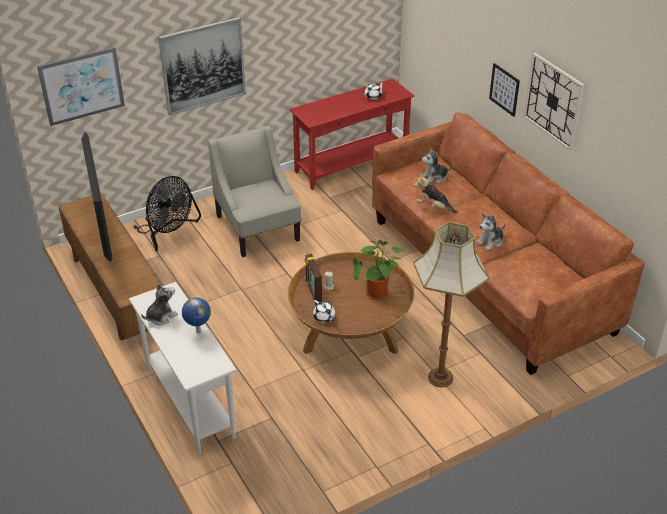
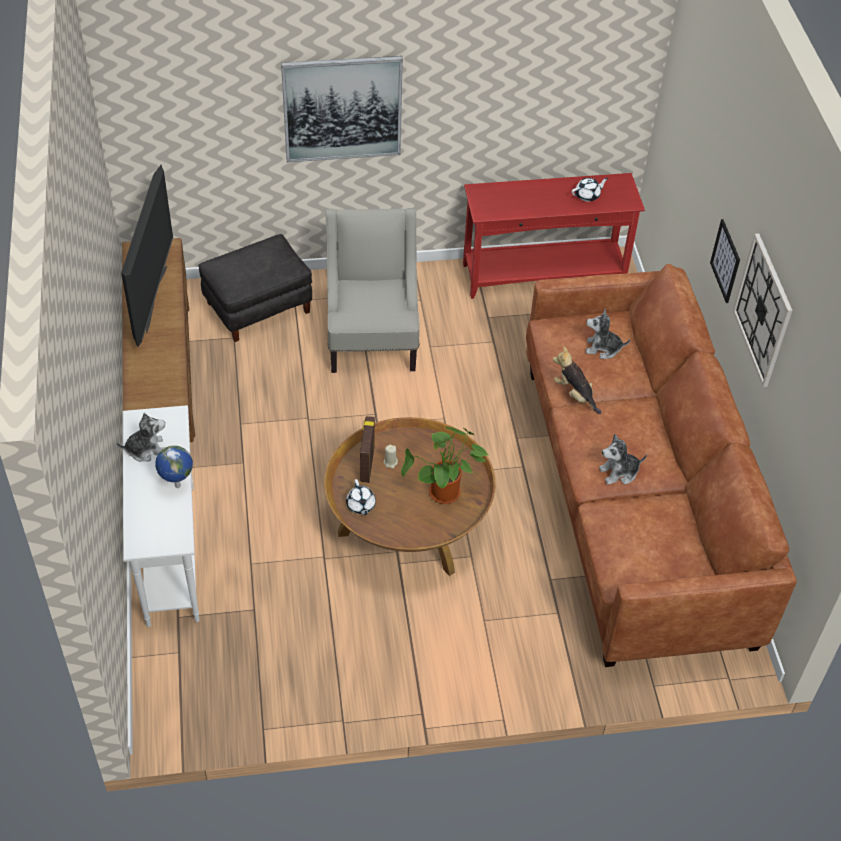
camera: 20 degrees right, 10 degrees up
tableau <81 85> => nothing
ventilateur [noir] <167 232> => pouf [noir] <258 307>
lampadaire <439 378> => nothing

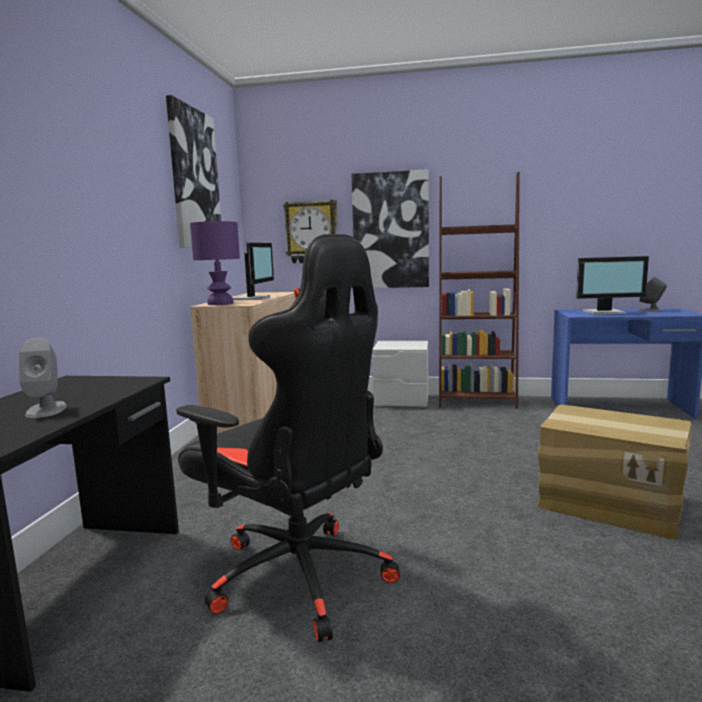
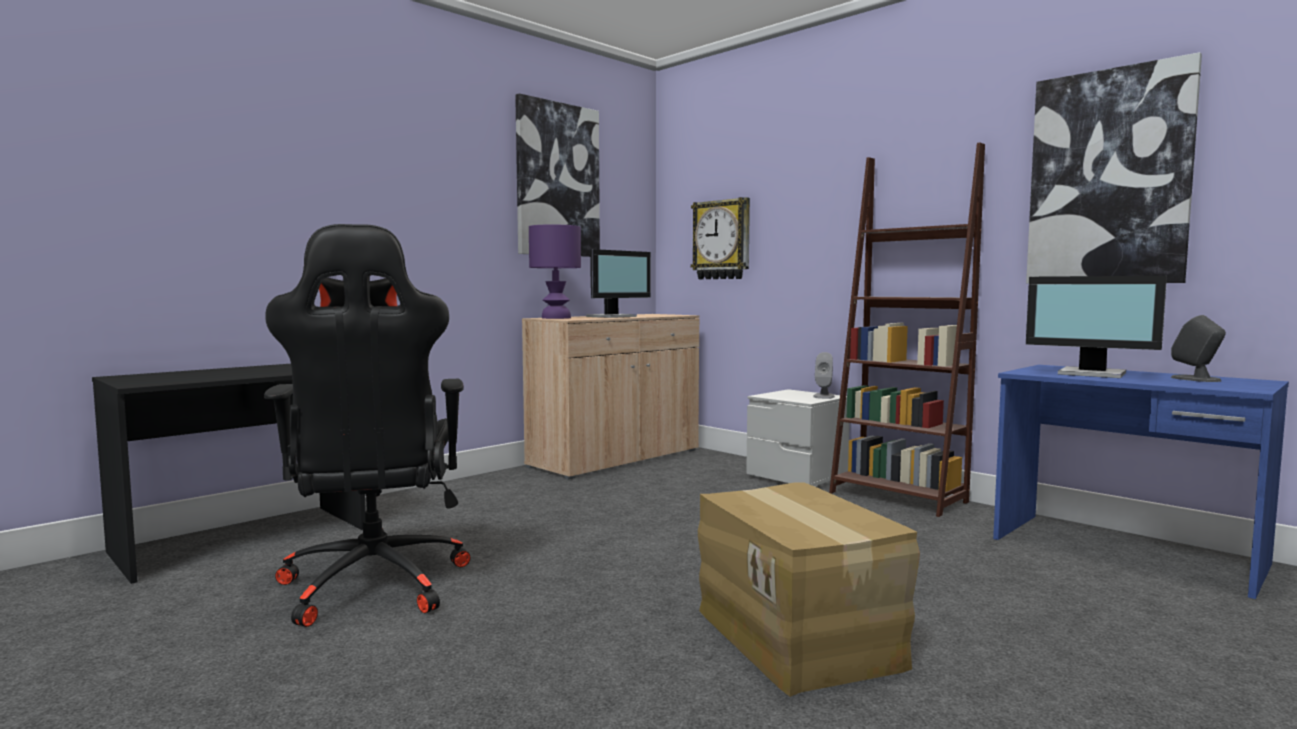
camera: 35 degrees right, 5 degrees down
tableau <390 230> => tableau <1108 178>, shifted
enceinte [gris] <46 410> => enceinte [gris] <824 396>, shifted

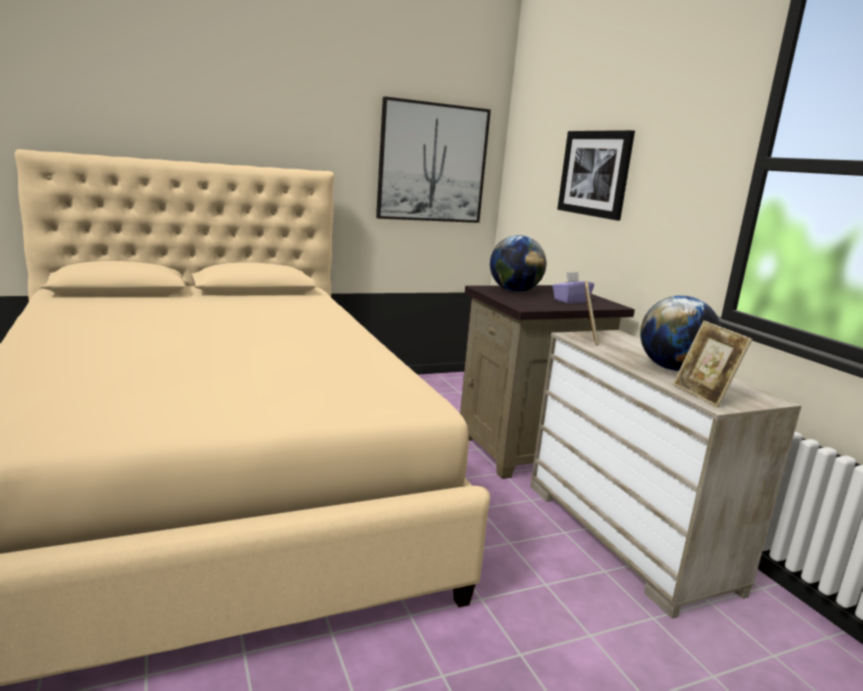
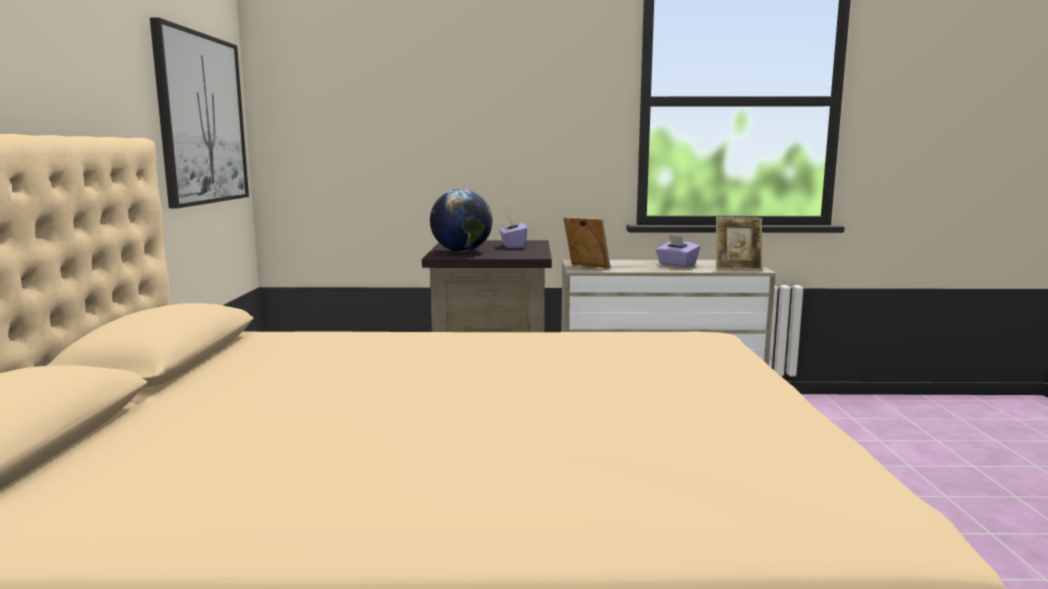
camera: 65 degrees left, 5 degrees down
tableau <595 173> => nothing
globe <673 369> => boîte à mouchoirs [violet] <676 265>

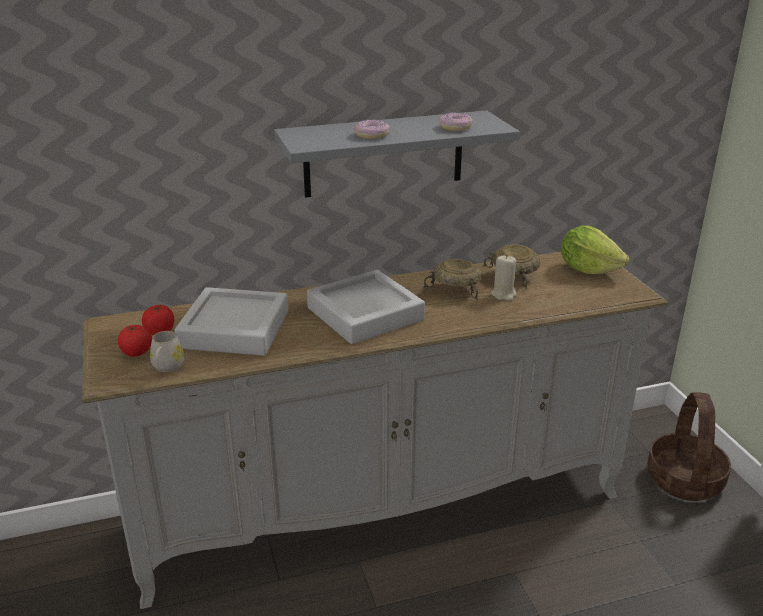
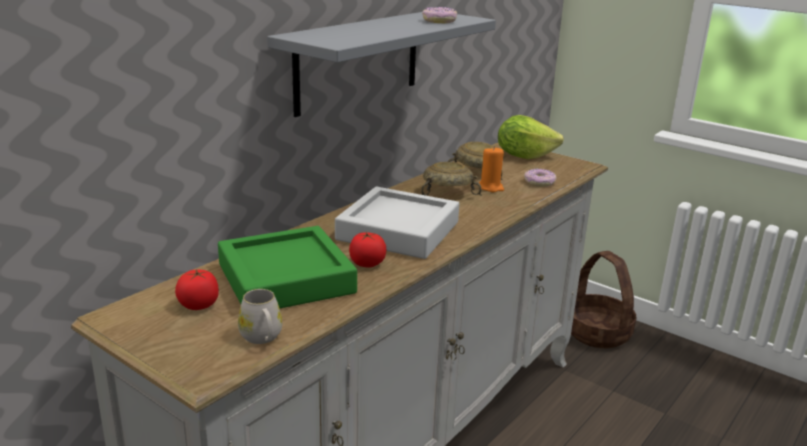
camera: 35 degrees left, 5 degrees down
beignet <371 135> => beignet <539 182>, shifted
bougie [beige] <503 294> => bougie [orange] <491 187>
plateau [gris] <234 329> => plateau [vert] <286 278>
tomate <136 352> => tomate <367 263>, shifted

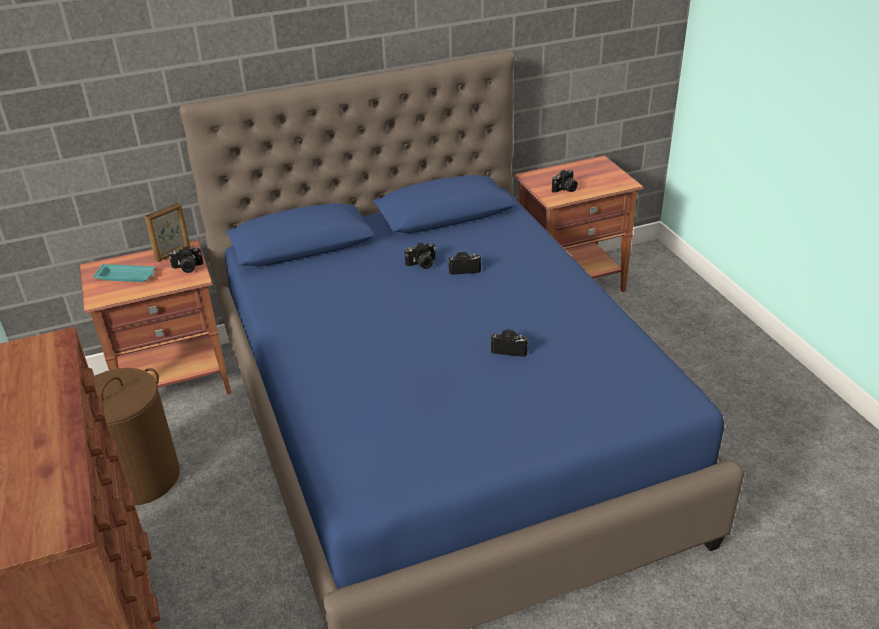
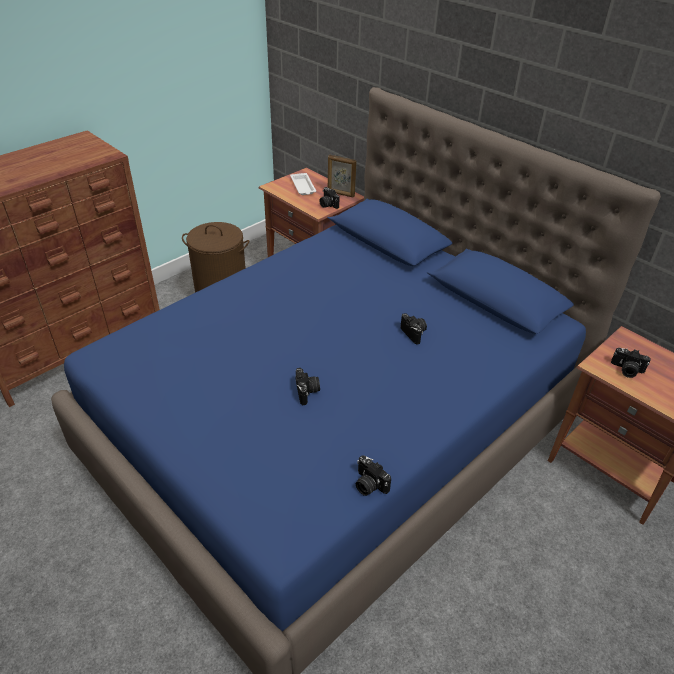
camera: 65 degrees right, 5 degrees up
appareil photo <422 264> => appareil photo <368 485>, shifted
plateau [turquoise] <127 276> => plateau [blanc] <303 187>

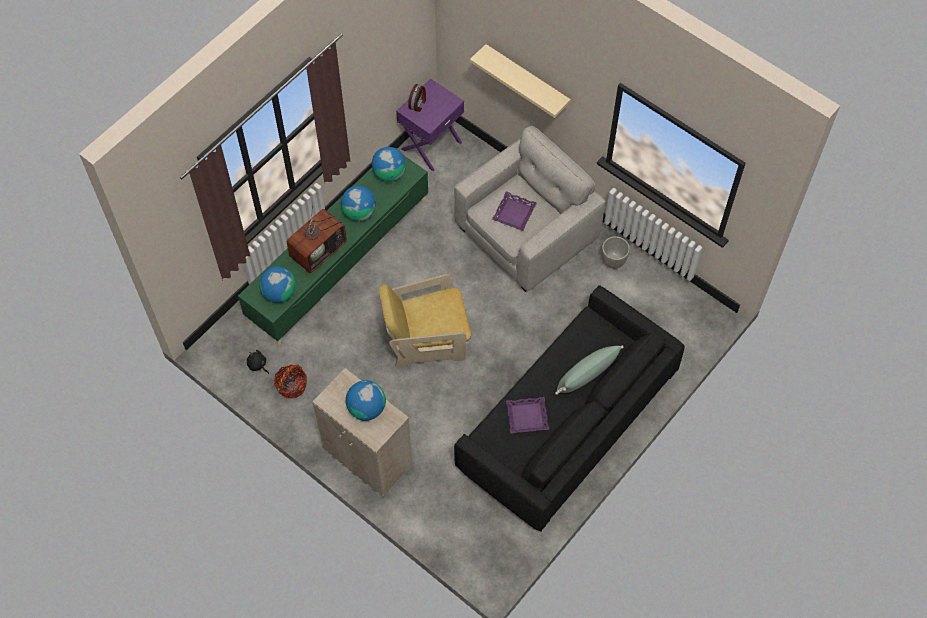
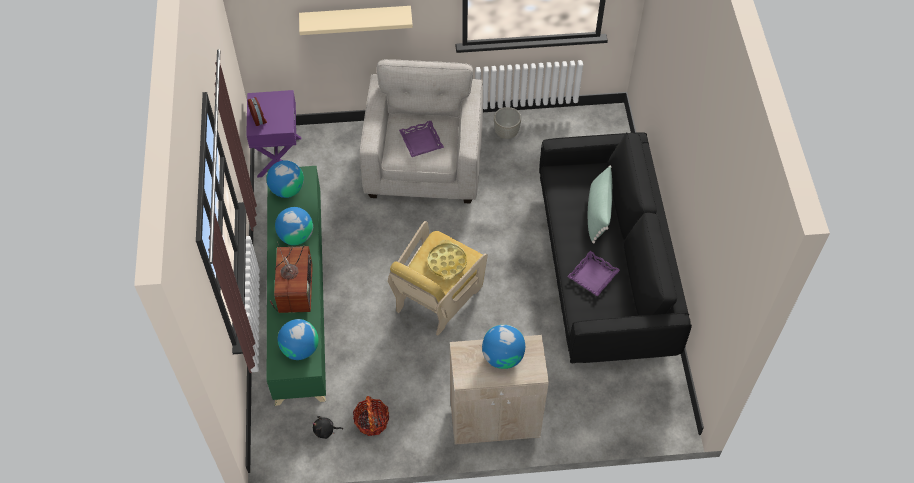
camera: 45 degrees left, 5 degrees down
nothing => plateau [jaune] <447 262>

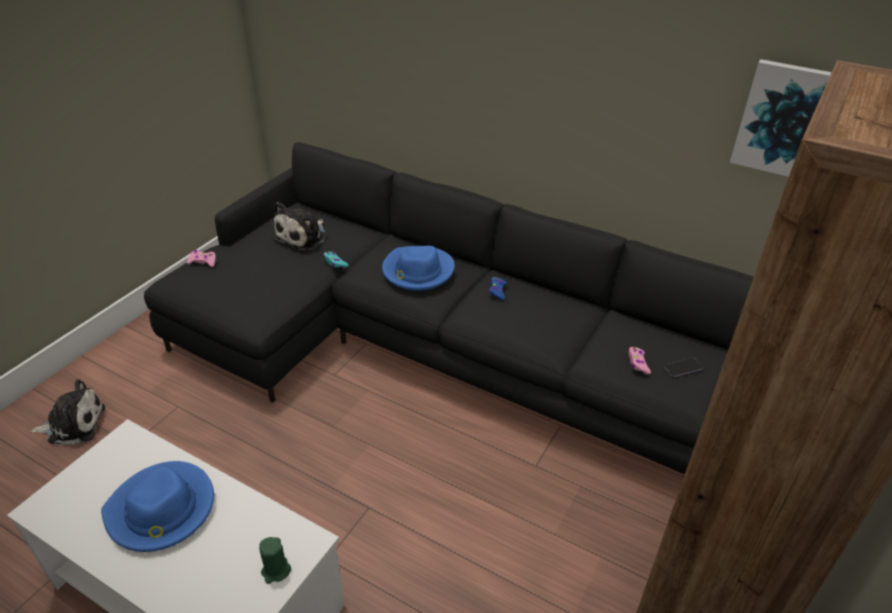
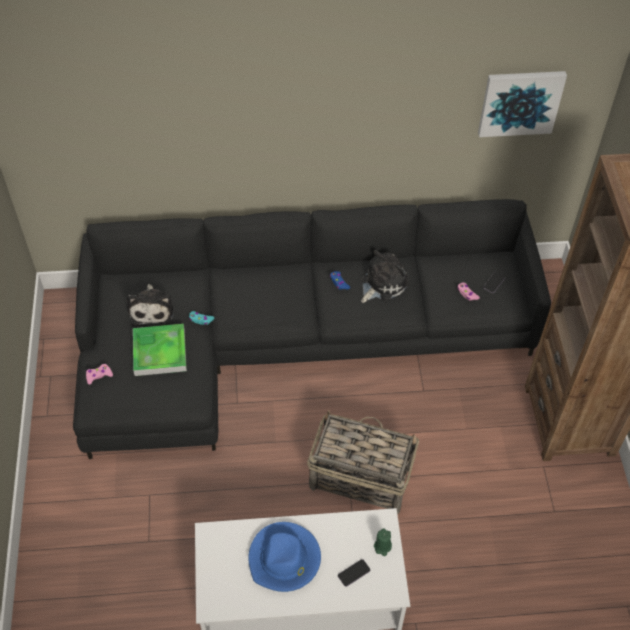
camera: 35 degrees left, 15 degrees up
chapeau [bleu] <417 271> => nothing
peluche <73 424> => peluche <382 283>, shifted
nothing => plateau <160 352>
nothing => panier <359 477>
nothing => téléphone <354 573>

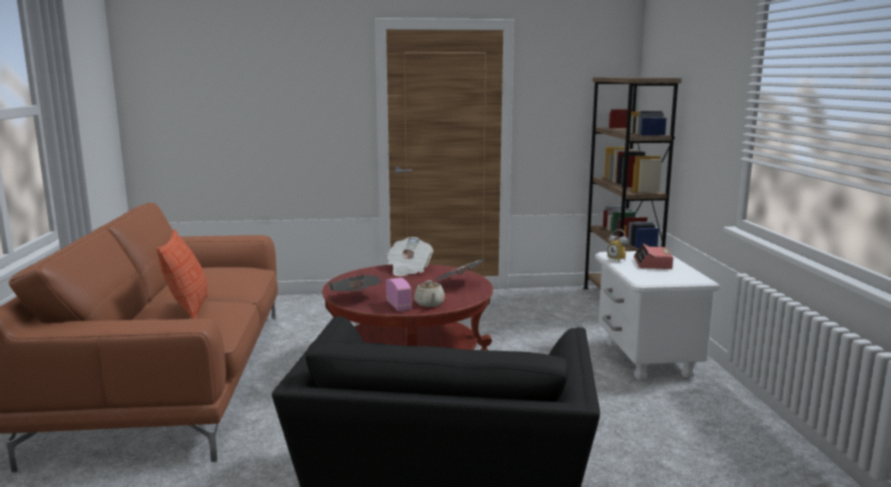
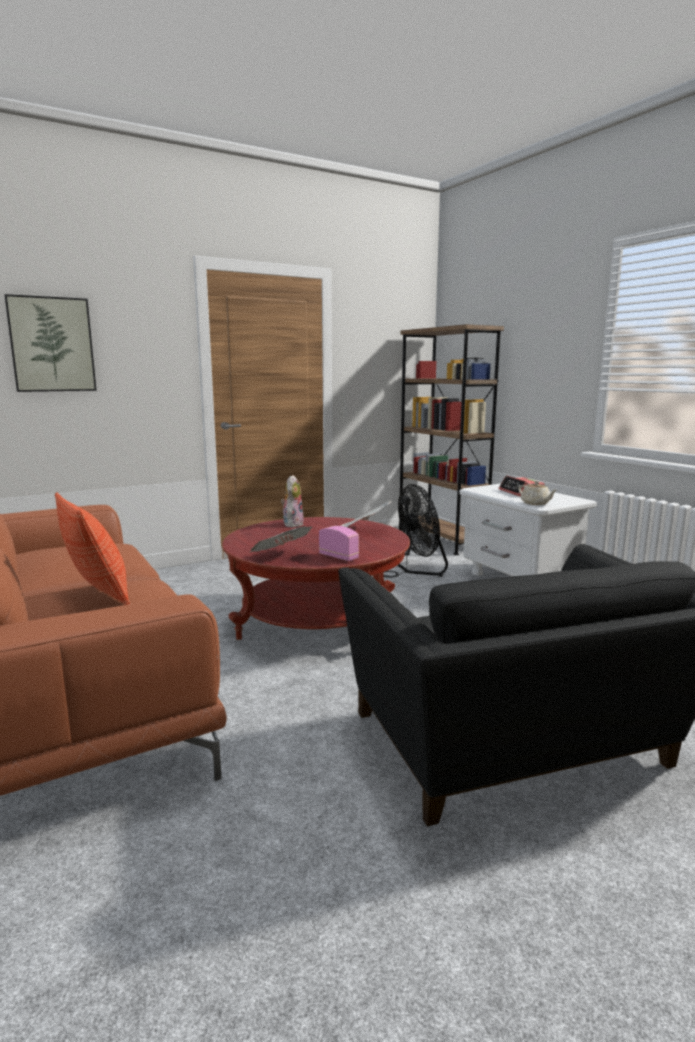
camera: 25 degrees left, 0 degrees up
réveil <618 259> => nothing
journal <408 269> => peluche <292 524>
théière [beige] <429 304> => théière [beige] <535 503>, shifted
nothing => tableau <52 344>
nothing => ventilateur [noir] <410 567>

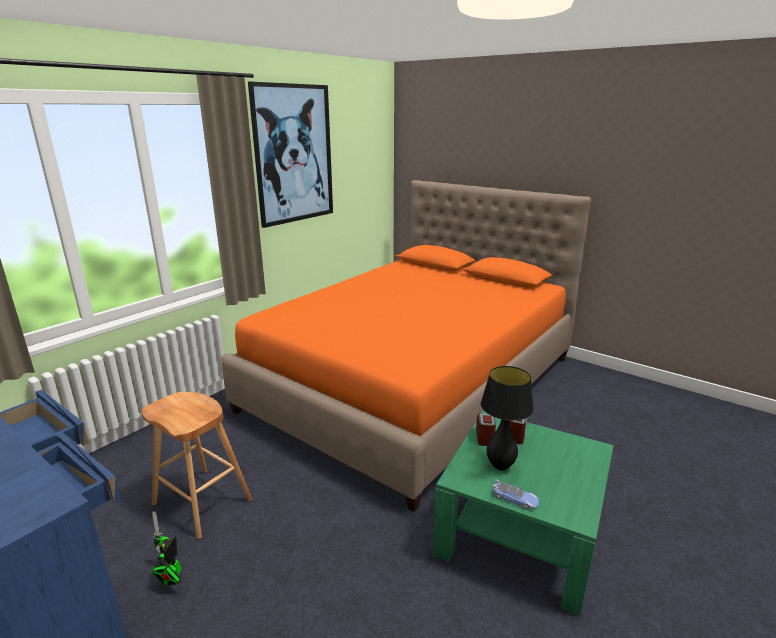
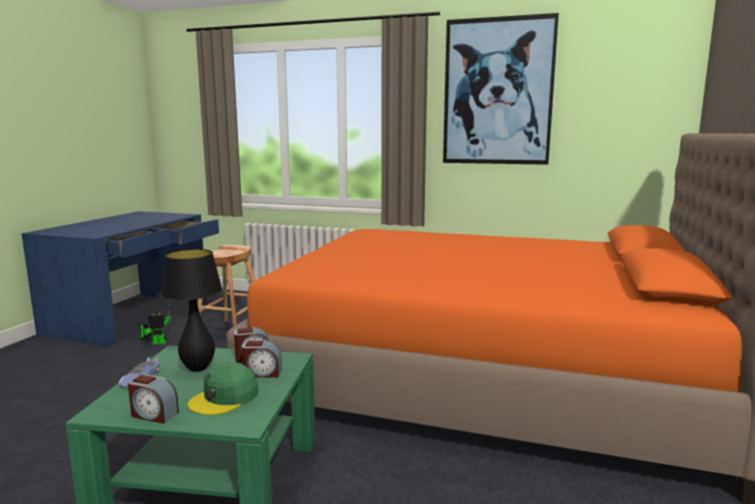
camera: 70 degrees right, 10 degrees down
nothing => casquette [vert] <224 398>
nothing => réveil <153 414>

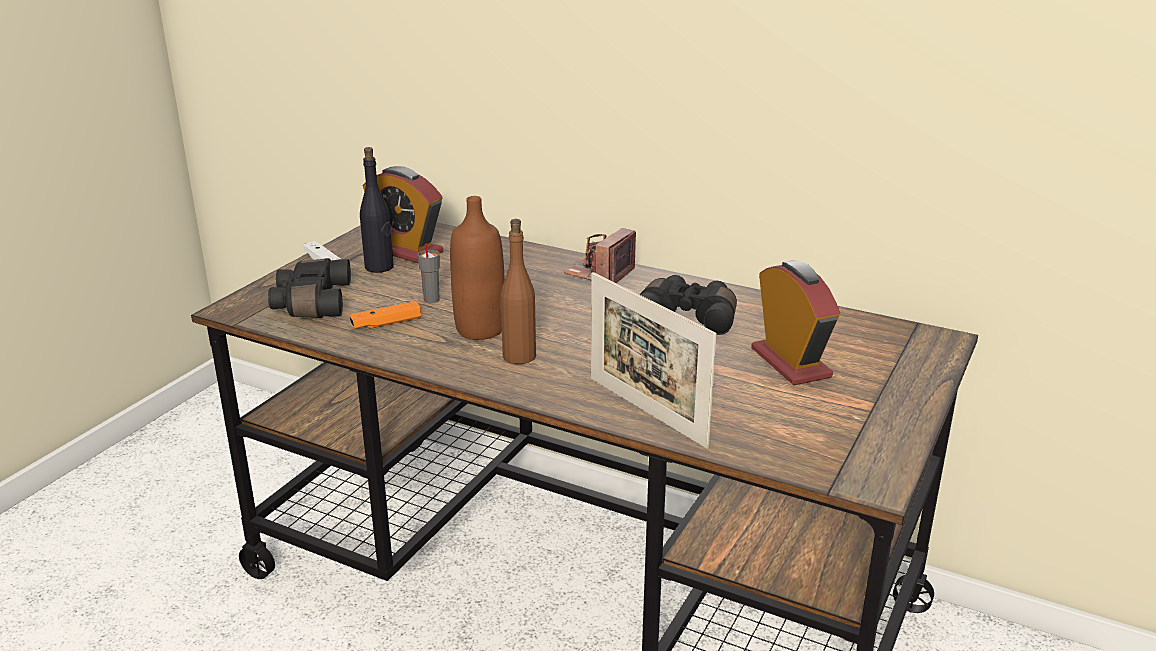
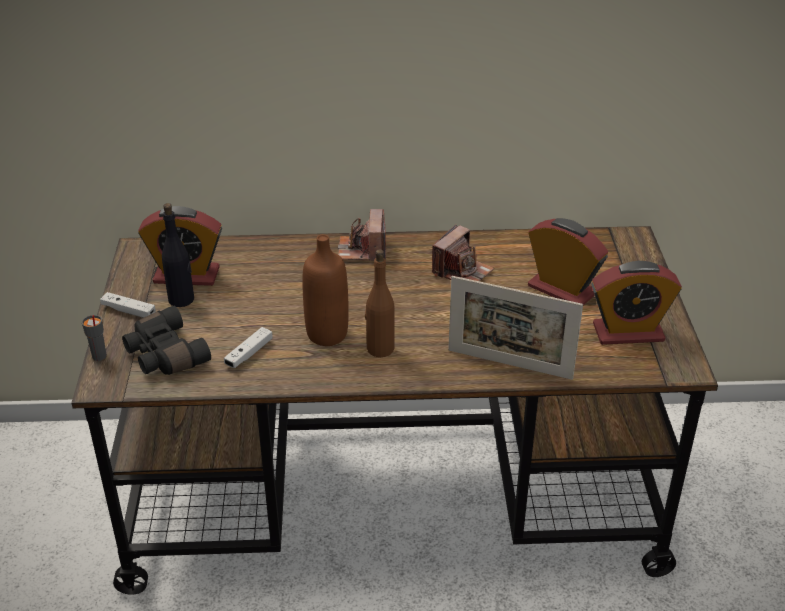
camera: 30 degrees left, 10 degrees up
tasse [gris] <431 299> => tasse [gris] <99 356>, shifted
jumelles [noir] <688 317> => appareil photo <462 271>
manette [orange] <386 323> => manette [blanc] <249 353>
nothing => réveil <628 332>

